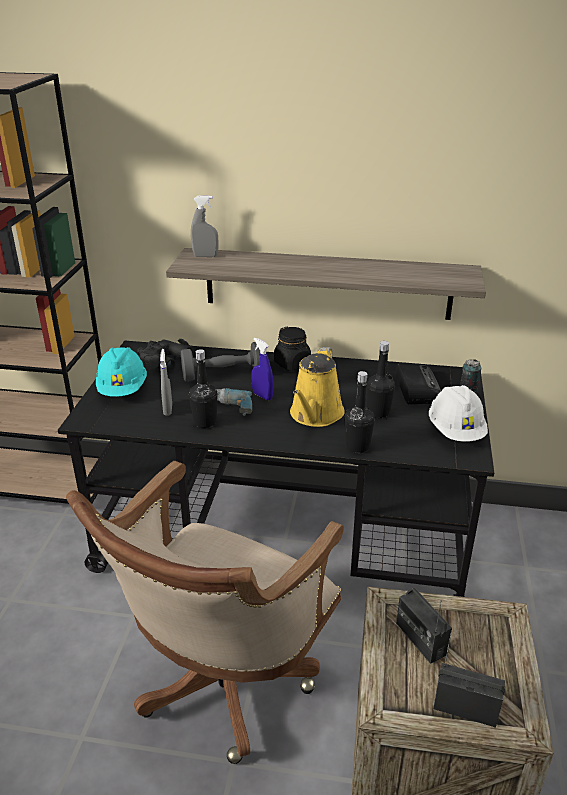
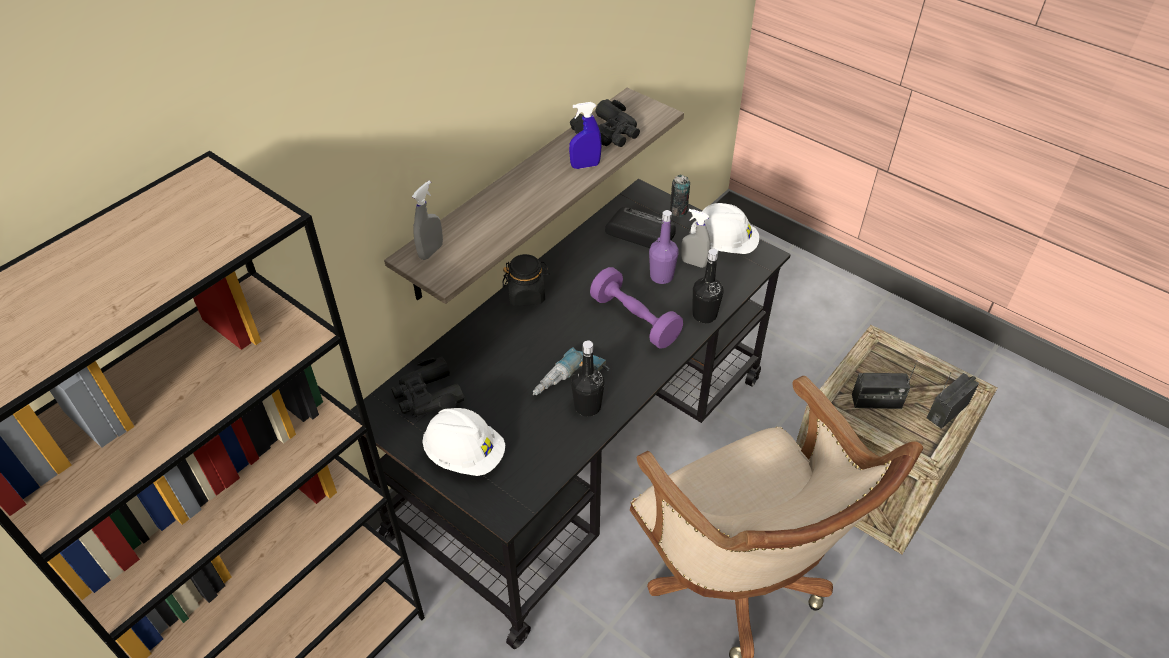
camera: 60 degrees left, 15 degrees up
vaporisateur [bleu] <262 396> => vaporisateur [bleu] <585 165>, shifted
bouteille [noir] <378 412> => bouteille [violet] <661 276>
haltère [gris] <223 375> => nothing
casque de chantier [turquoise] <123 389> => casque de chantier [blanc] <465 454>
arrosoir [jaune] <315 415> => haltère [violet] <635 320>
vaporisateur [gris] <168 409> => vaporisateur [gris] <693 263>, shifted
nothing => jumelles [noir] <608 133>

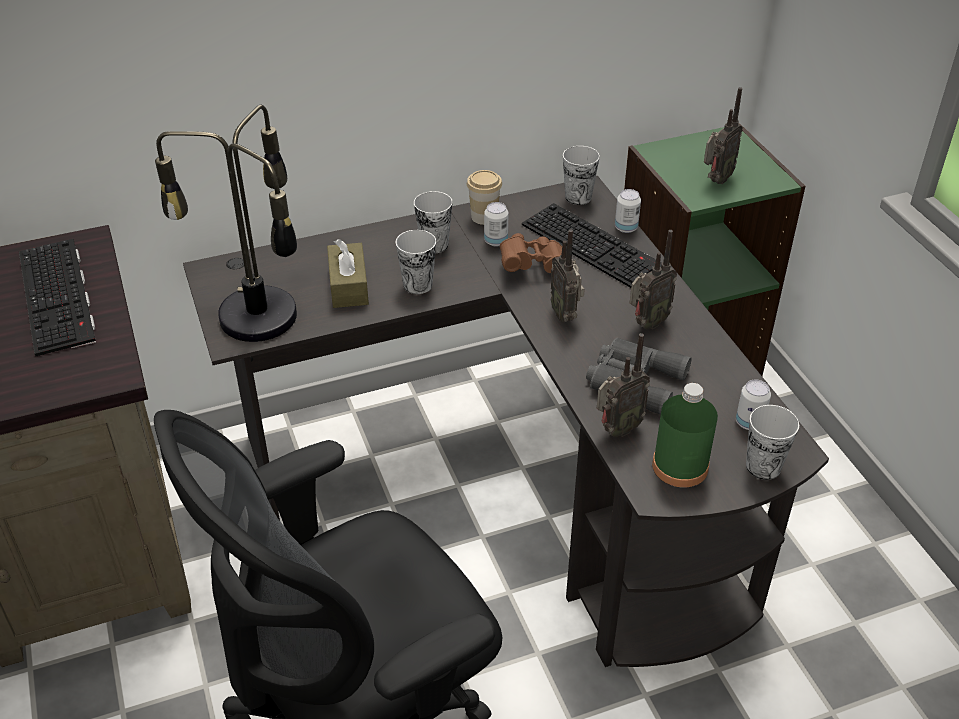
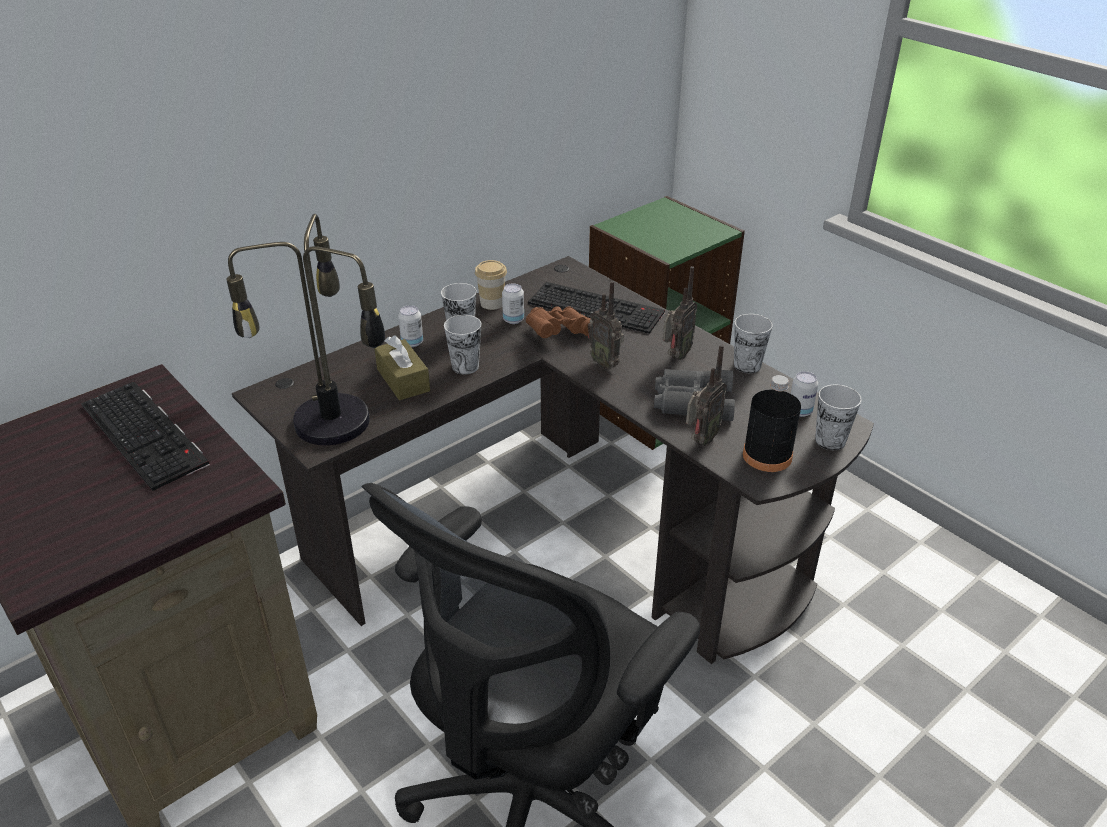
camera: 20 degrees left, 5 degrees down
radio <716 180> => nothing
tasse <578 197> => tasse <747 365>, shifted
boîte métallique <626 228> => boîte métallique <412 343>, shifted
bouteille [vert] <680 466> => bouteille [noir] <767 456>

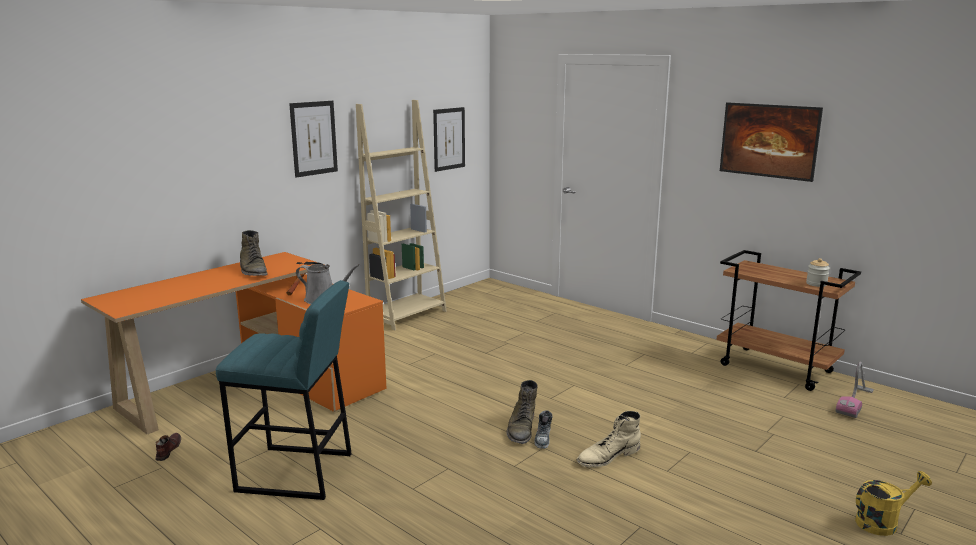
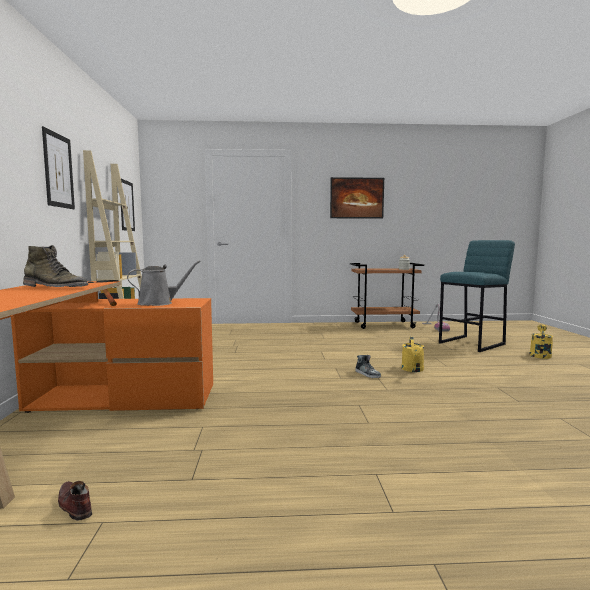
camera: 45 degrees left, 10 degrees down
tabouret [turquoise] <298 472> => tabouret [turquoise] <472 343>, shifted
botte [vert] <521 429> => nothing
botte [beige] <608 456> => arrosoir [jaune] <413 370>

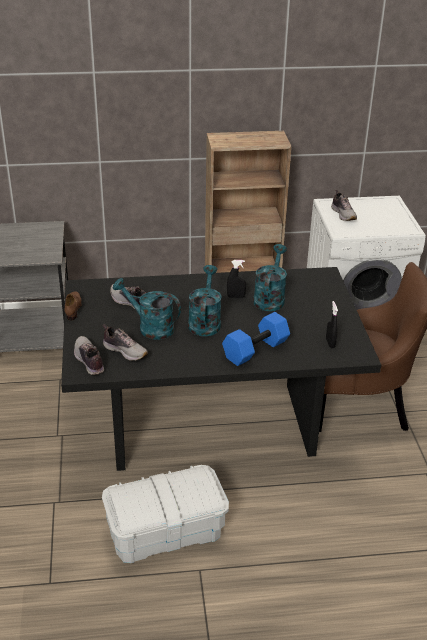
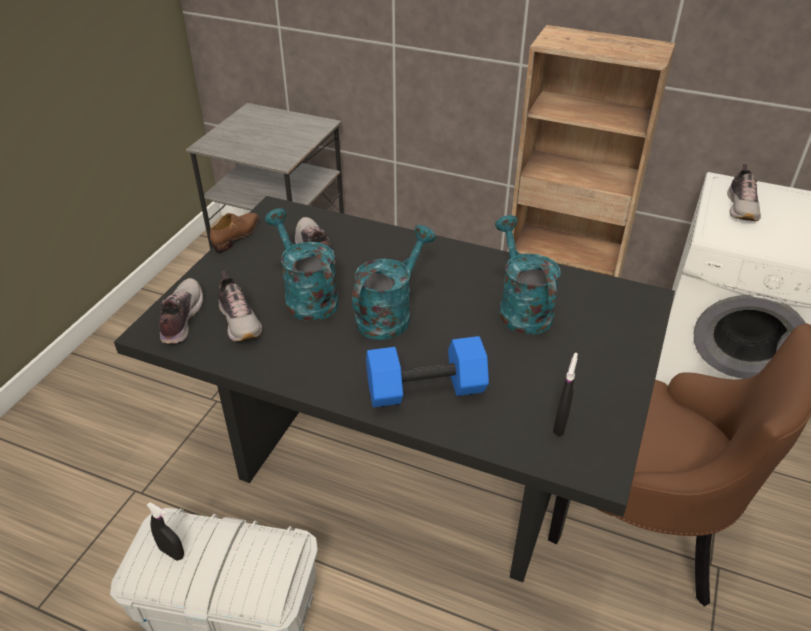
camera: 30 degrees right, 5 degrees up
arrosoir [turquoise] <270 298> => arrosoir [turquoise] <521 308>, 60 degrees counterclockwise
vaporisateur [noir] <236 297> => vaporisateur [noir] <172 552>, shifted

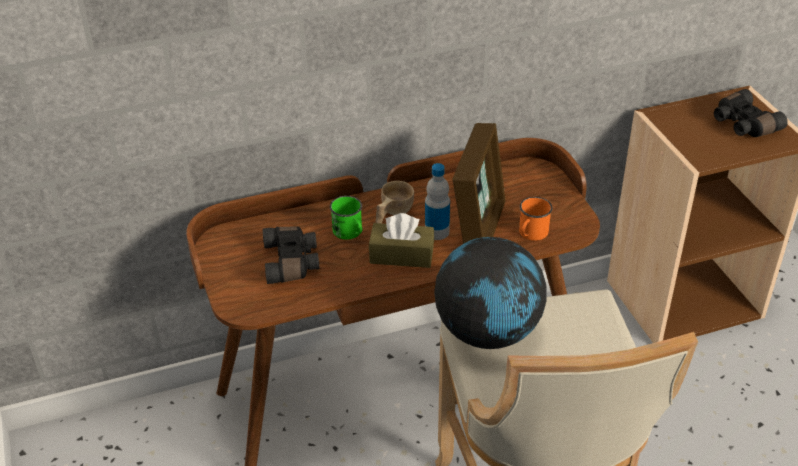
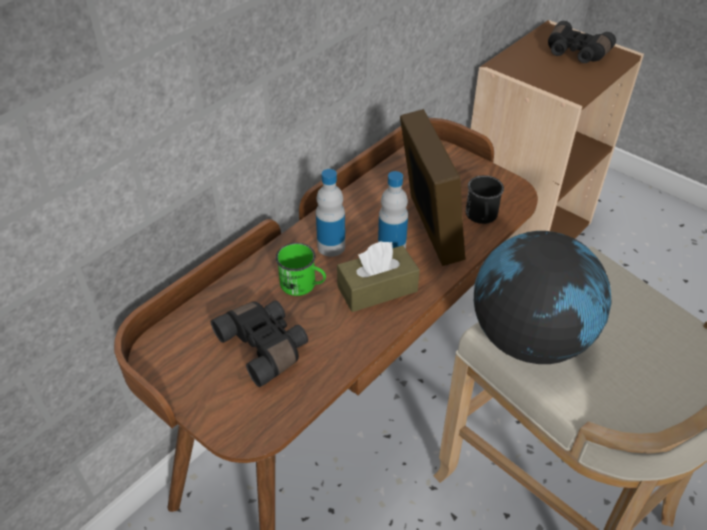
camera: 30 degrees left, 5 degrees up
tasse [beige] <392 214> => bouteille <331 246>
mug [orange] <531 234> => mug [noir] <481 217>

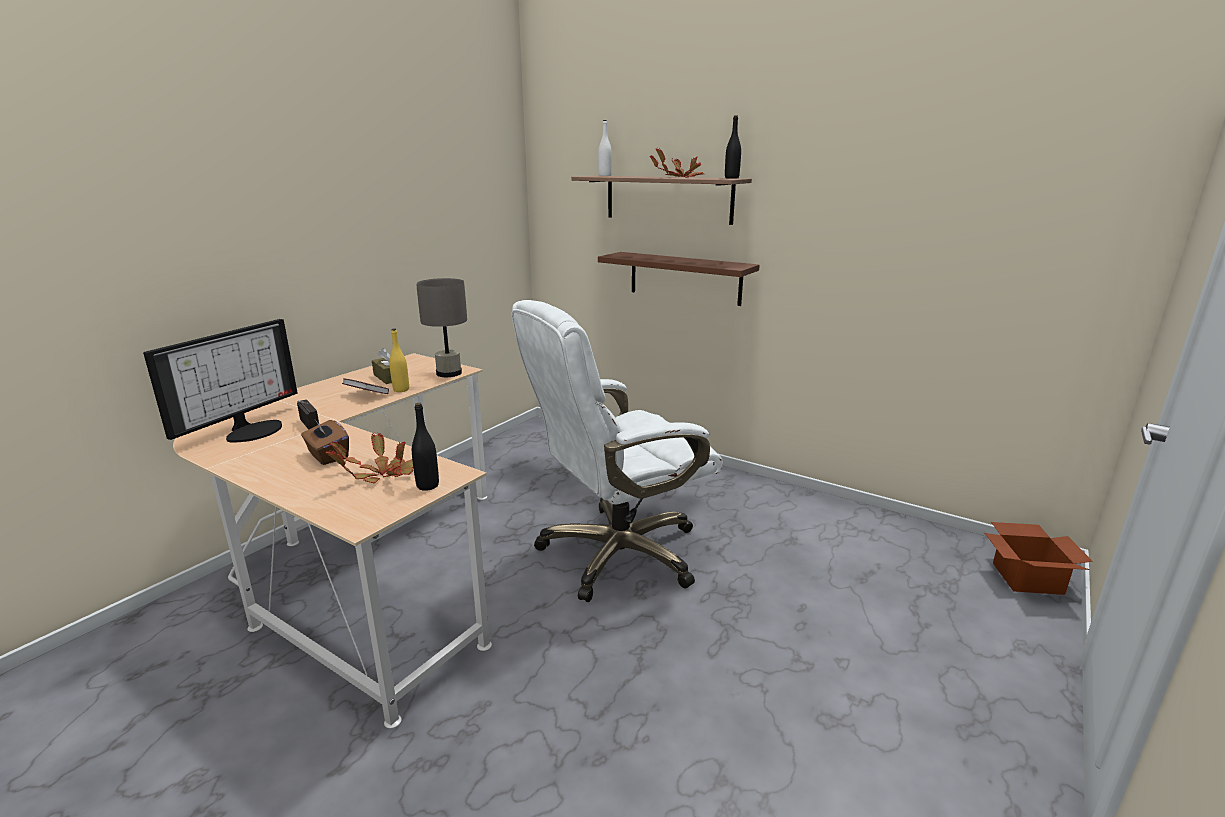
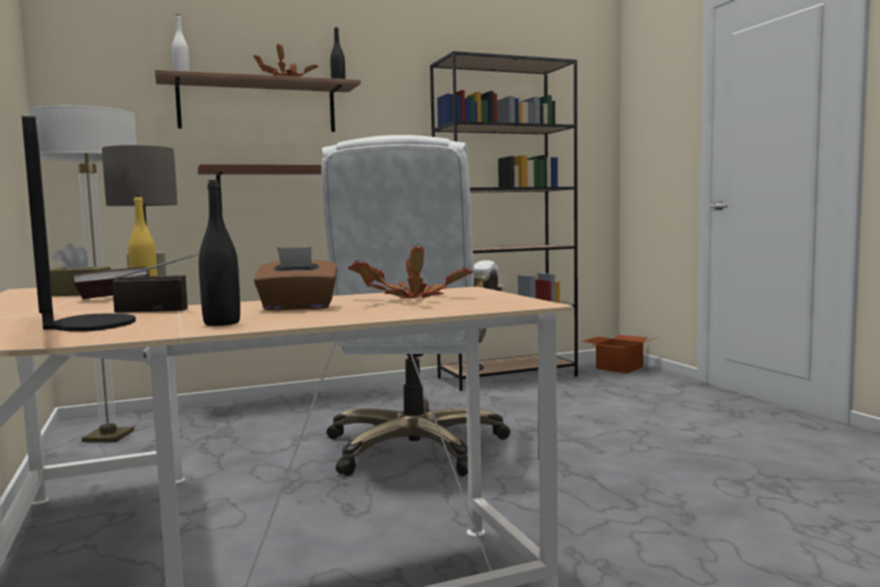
camera: 55 degrees left, 15 degrees down
bouteille [noir] <427 486> => bouteille [noir] <222 323>, shifted
nothing => bibliothèque [beige] <507 377>
nothing => lampadaire <108 437>

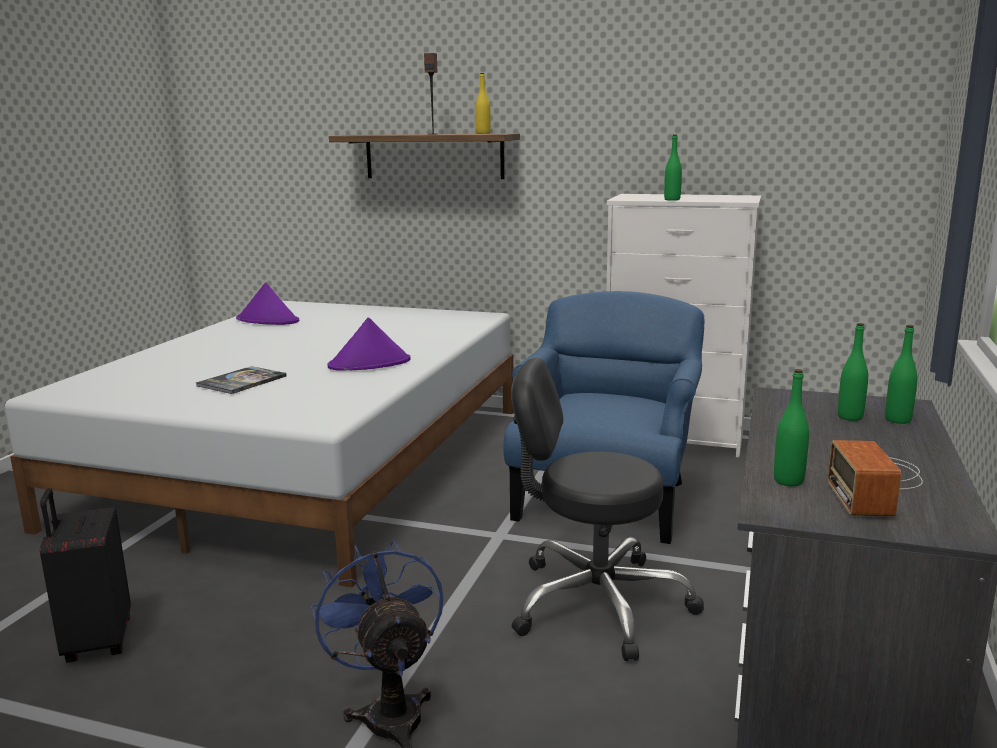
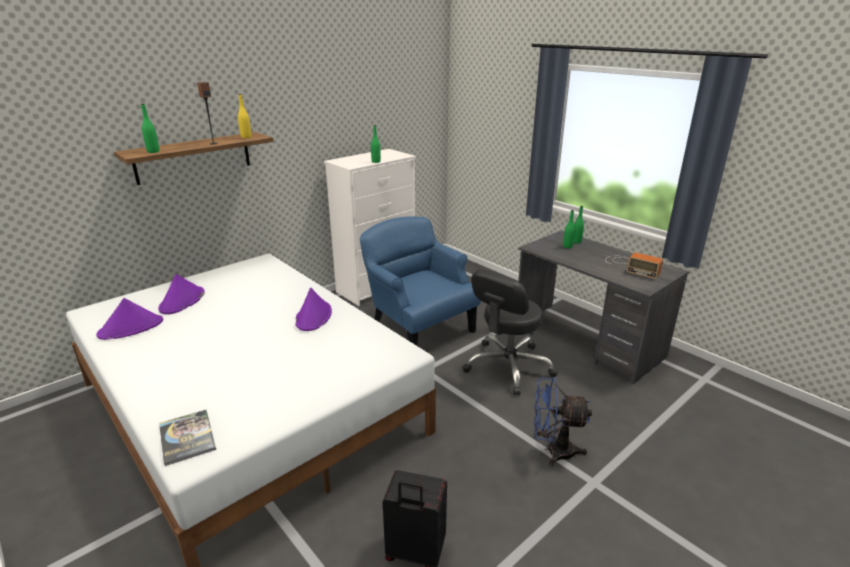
camera: 60 degrees left, 10 degrees up
livre <242 381> => livre <187 437>, shifted
bouteille [vert] <788 481> => bouteille [vert] <153 151>, shifted
nothing => chapeau [violet] <182 301>

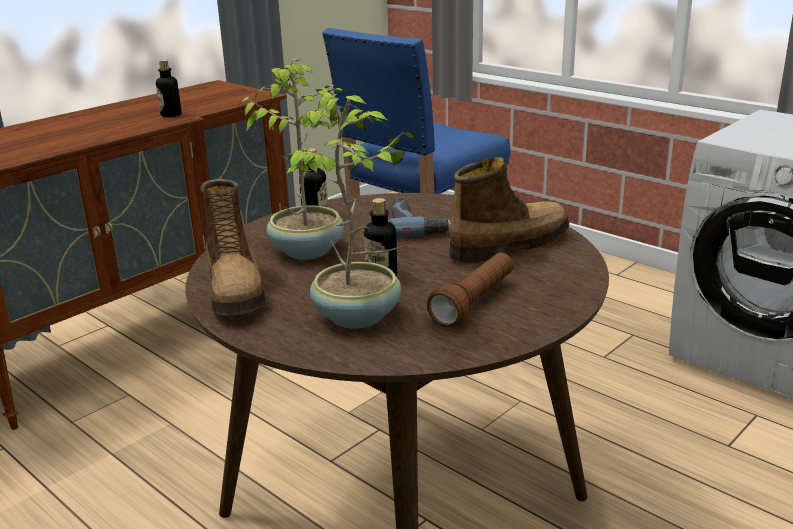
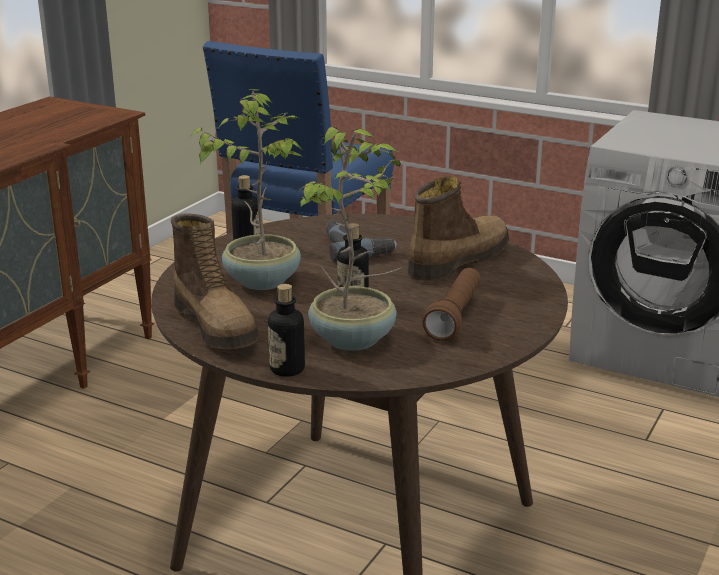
camera: 15 degrees left, 0 degrees up
bouteille <171 115> => bouteille <287 369>, shifted

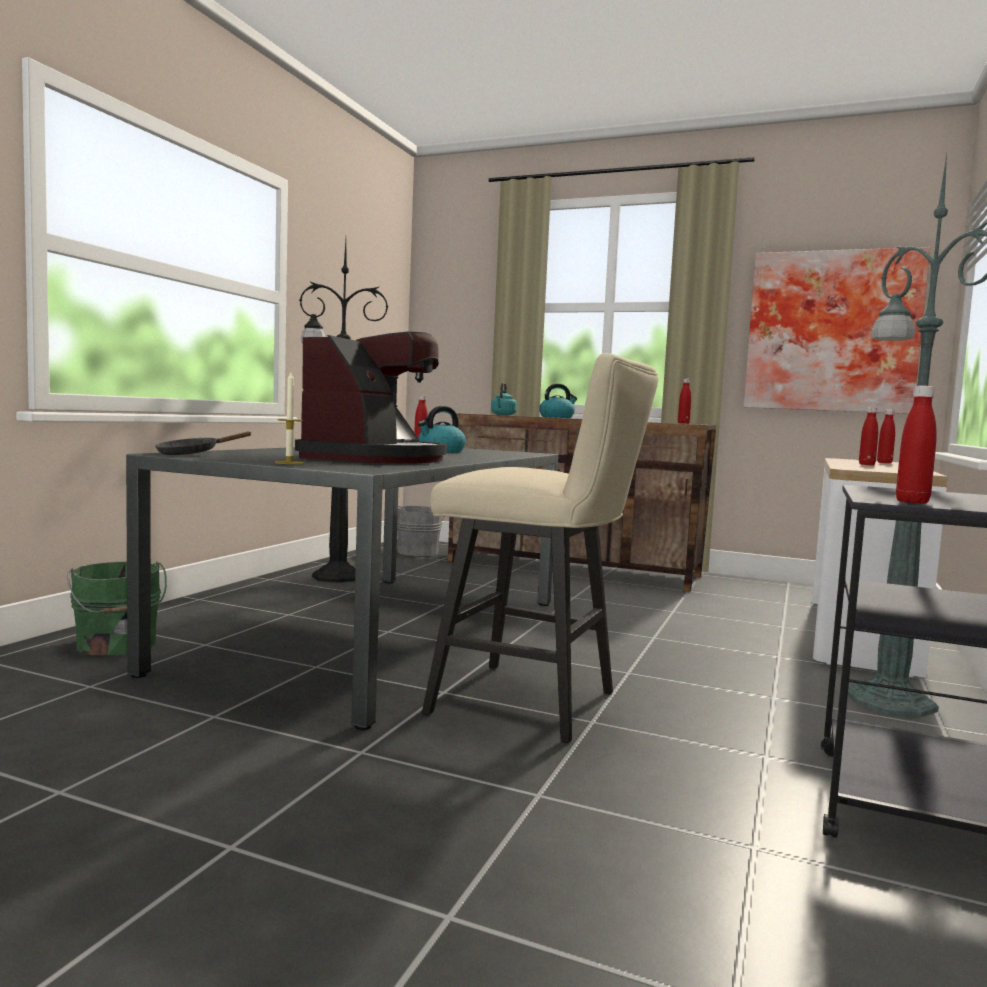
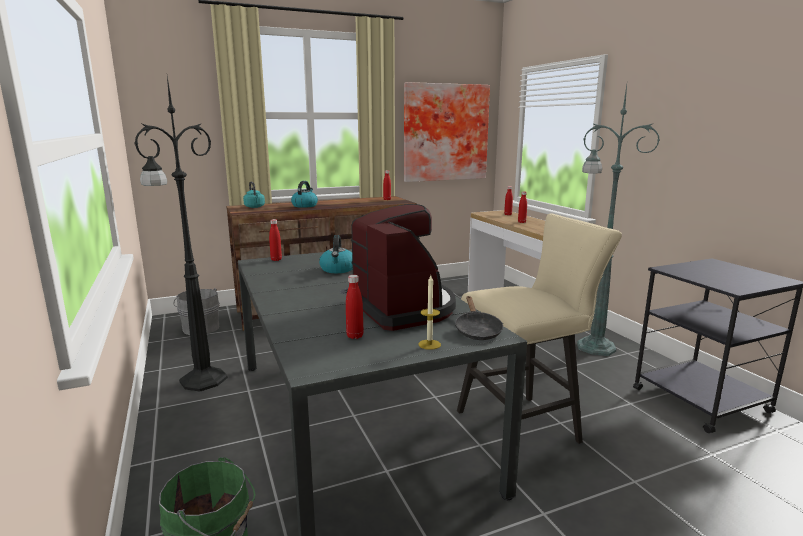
camera: 45 degrees left, 10 degrees up
bouteille [rouge] <912 502> => bouteille [rouge] <355 336>, shifted
poêle [noir] <193 454> => poêle [noir] <477 330>, shifted

